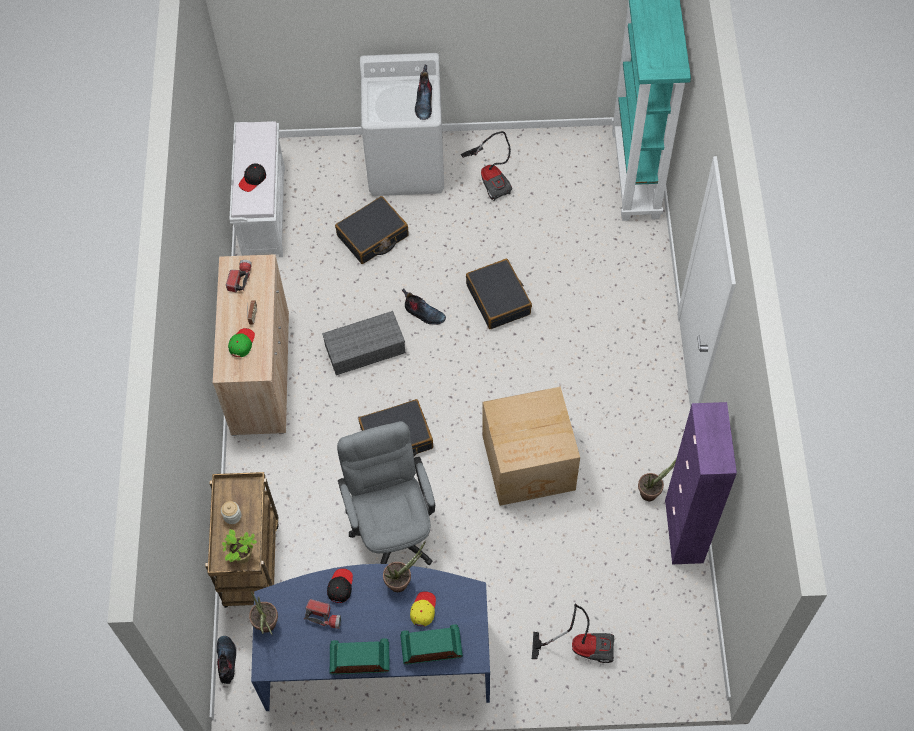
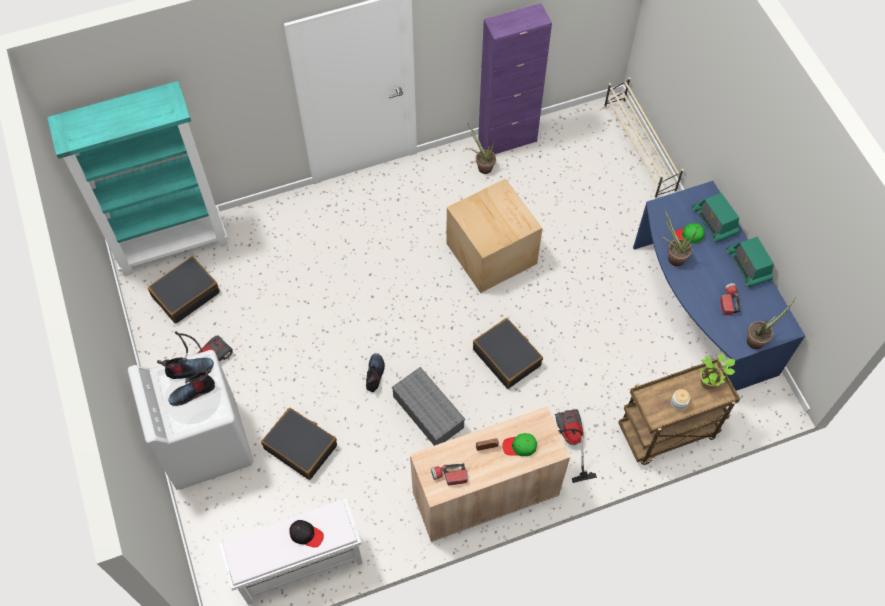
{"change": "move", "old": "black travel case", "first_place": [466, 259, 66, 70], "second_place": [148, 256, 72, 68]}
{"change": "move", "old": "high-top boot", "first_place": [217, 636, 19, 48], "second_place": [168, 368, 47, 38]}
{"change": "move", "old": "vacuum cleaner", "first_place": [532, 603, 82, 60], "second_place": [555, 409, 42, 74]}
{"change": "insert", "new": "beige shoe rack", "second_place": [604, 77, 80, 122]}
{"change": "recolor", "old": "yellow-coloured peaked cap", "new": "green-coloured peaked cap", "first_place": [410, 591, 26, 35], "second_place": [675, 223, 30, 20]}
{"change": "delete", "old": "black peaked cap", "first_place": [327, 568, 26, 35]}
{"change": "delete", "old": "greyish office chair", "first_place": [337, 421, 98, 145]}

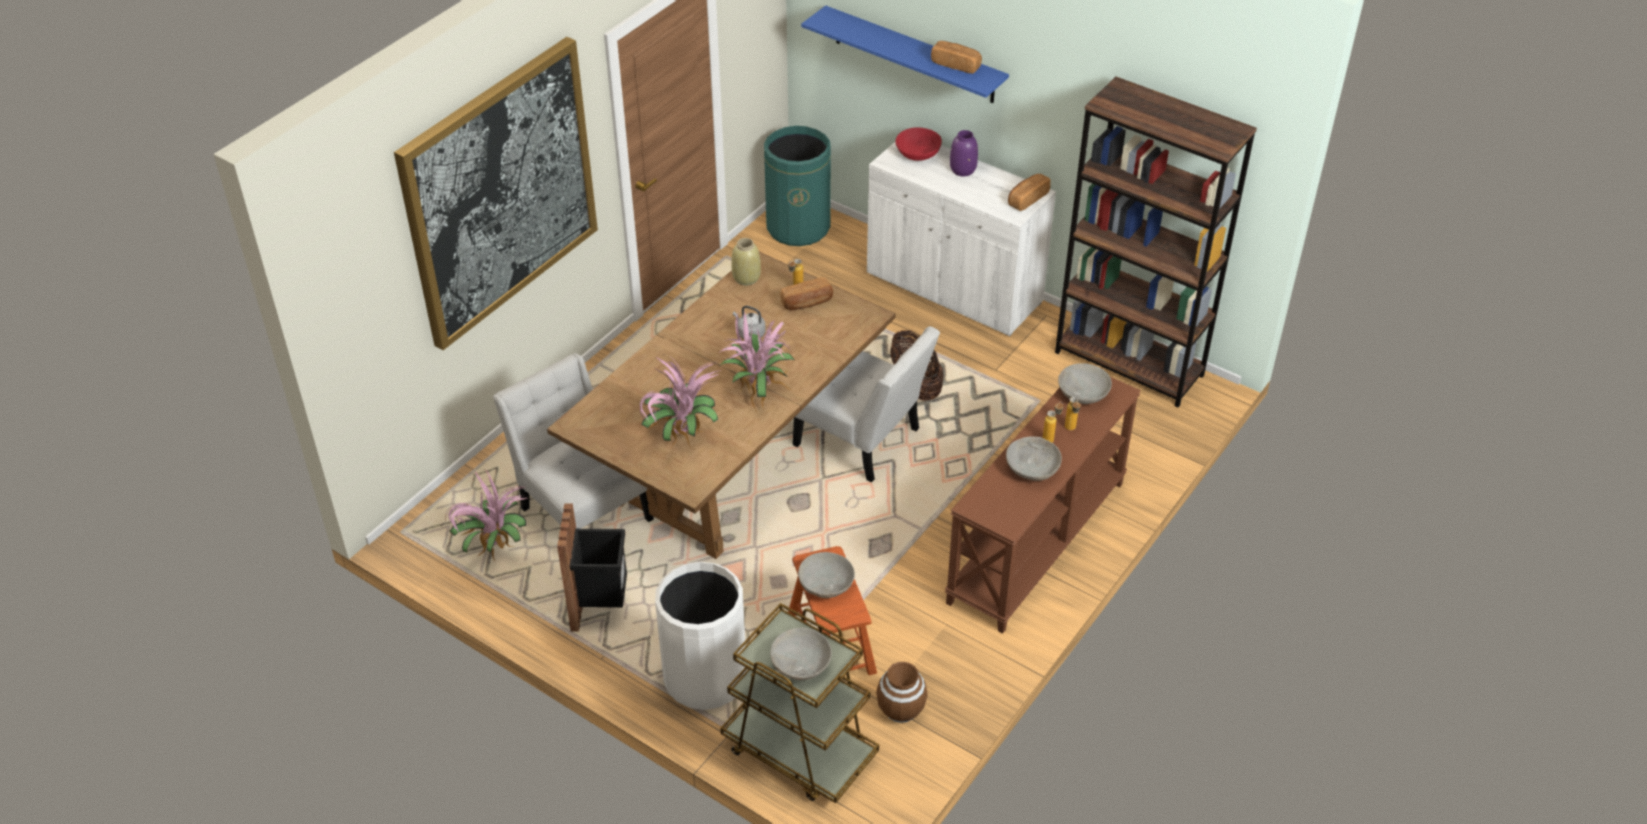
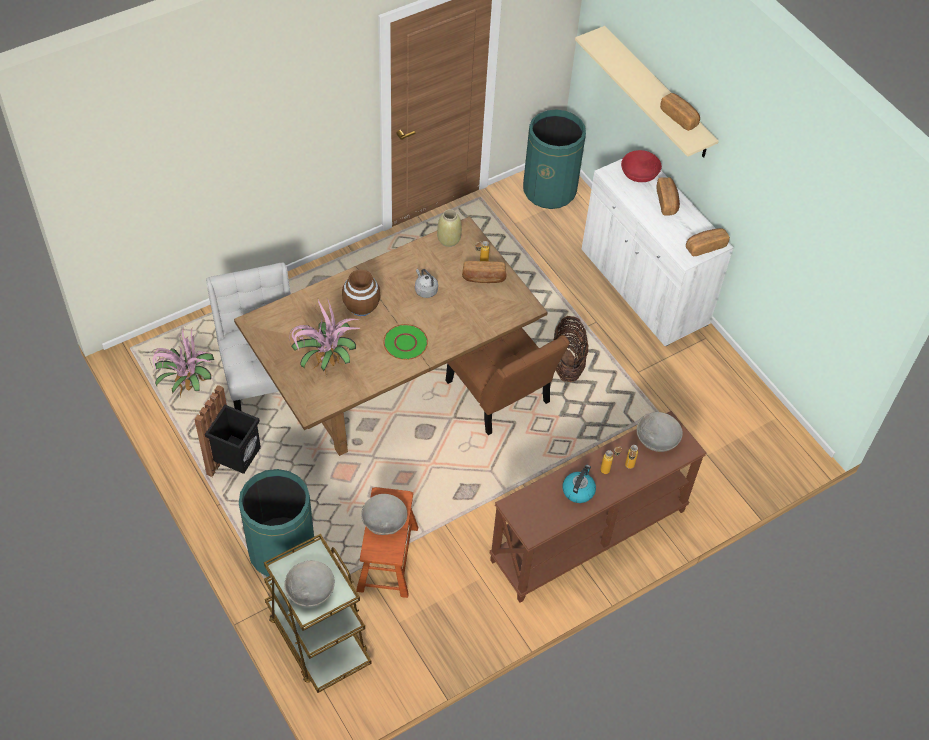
{"change": "recolor", "old": "white-coloured trash can", "new": "green-coloured trash can", "first_place": [655, 562, 92, 148], "second_place": [239, 469, 75, 108]}
{"change": "move", "old": "brownish flower vase", "first_place": [876, 662, 51, 61], "second_place": [342, 270, 39, 46]}
{"change": "replace", "old": "plant in a pot", "new": "green-coloured flat dish", "first_place": [718, 312, 77, 100], "second_place": [383, 324, 45, 36]}
{"change": "recolor", "old": "white-coloured chair", "new": "brownish chair", "first_place": [793, 326, 147, 157], "second_place": [446, 328, 124, 107]}
{"change": "replace", "old": "greyish serving bowl", "new": "water kettle", "first_place": [1006, 436, 56, 45], "second_place": [562, 465, 34, 38]}
{"change": "recolor", "old": "blue-coloured wall shelf", "new": "beige wall shelf", "first_place": [801, 5, 208, 98], "second_place": [575, 26, 144, 132]}
{"change": "replace", "old": "purple-coloured flower vase", "new": "bread", "first_place": [950, 130, 28, 46], "second_place": [657, 177, 23, 39]}
{"change": "delete", "old": "wall picture", "first_place": [394, 37, 204, 313]}
{"change": "delete", "old": "brownish bookshelf", "first_place": [1055, 77, 202, 331]}

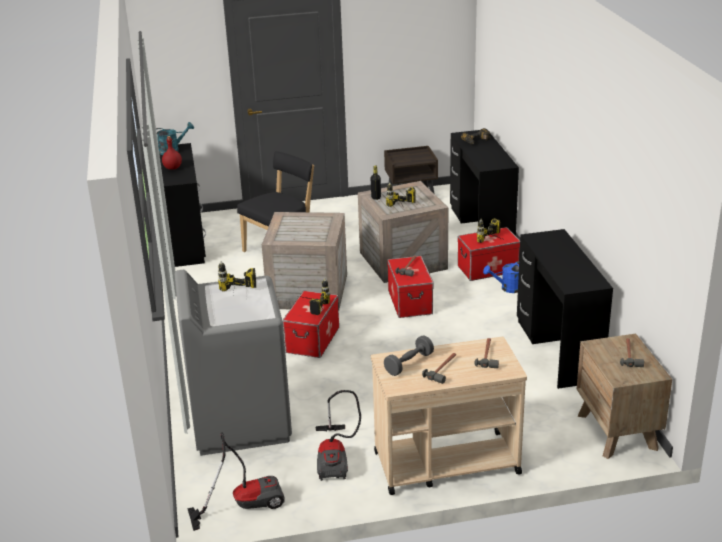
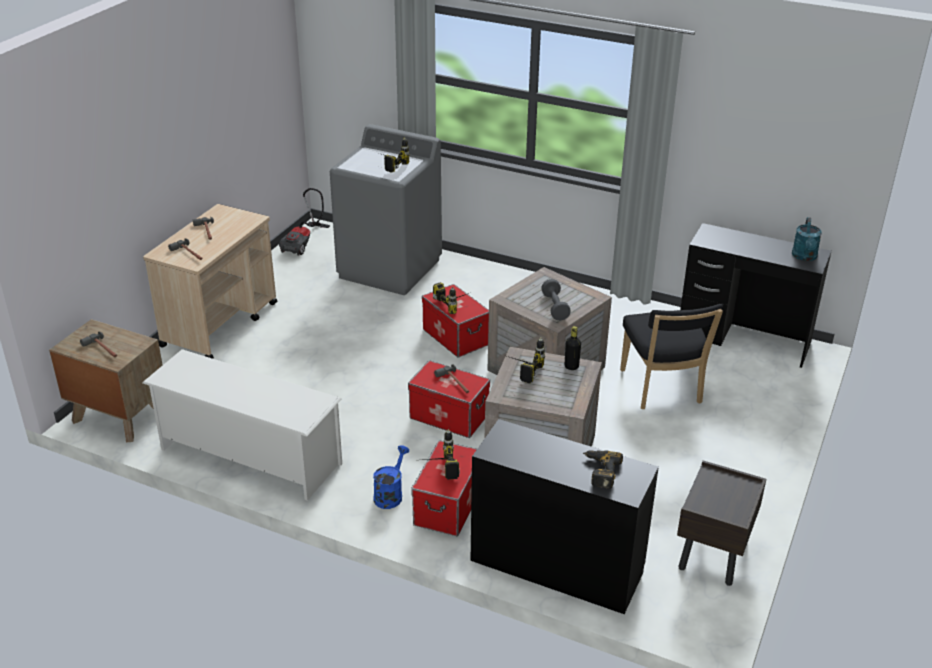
{"change": "replace", "old": "black desk table", "new": "white-coloured shoe rack", "first_place": [517, 229, 96, 160], "second_place": [142, 349, 200, 152]}
{"change": "move", "old": "greyish free weight", "first_place": [384, 335, 50, 41], "second_place": [541, 279, 30, 42]}
{"change": "delete", "old": "red beverage bottle", "first_place": [162, 136, 20, 34]}
{"change": "delete", "old": "vacuum cleaner", "first_place": [315, 390, 46, 91]}

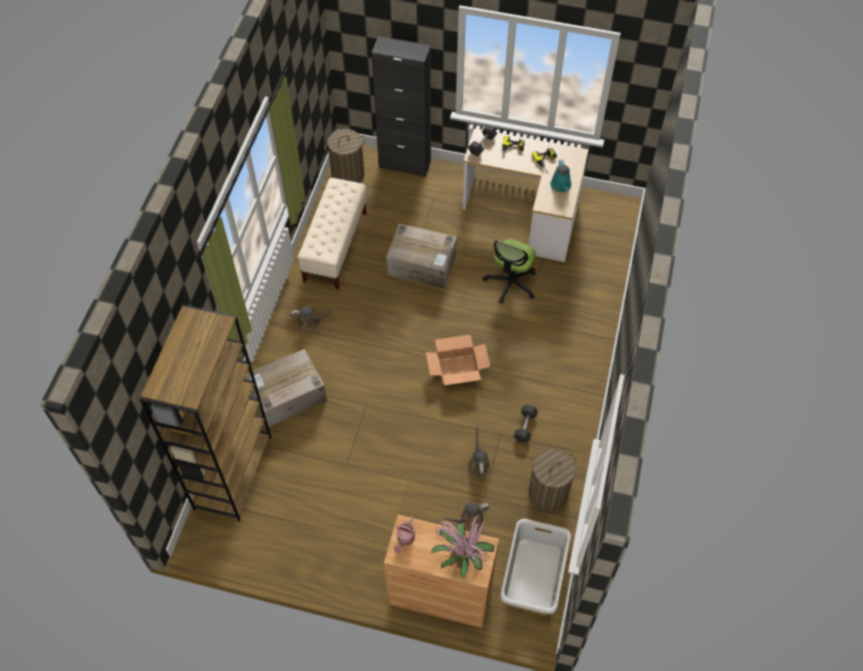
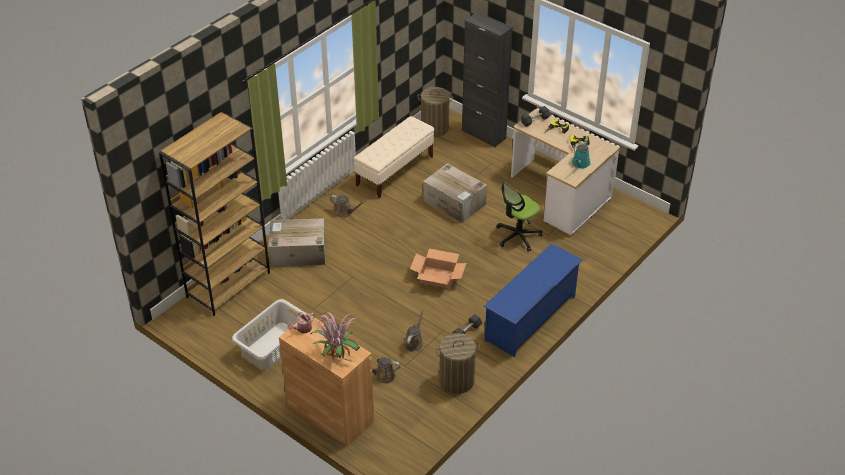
{"change": "move", "old": "greyish laundry basket", "first_place": [501, 519, 70, 95], "second_place": [232, 299, 75, 70]}
{"change": "insert", "new": "blue-coloured shoe rack", "second_place": [484, 244, 99, 113]}

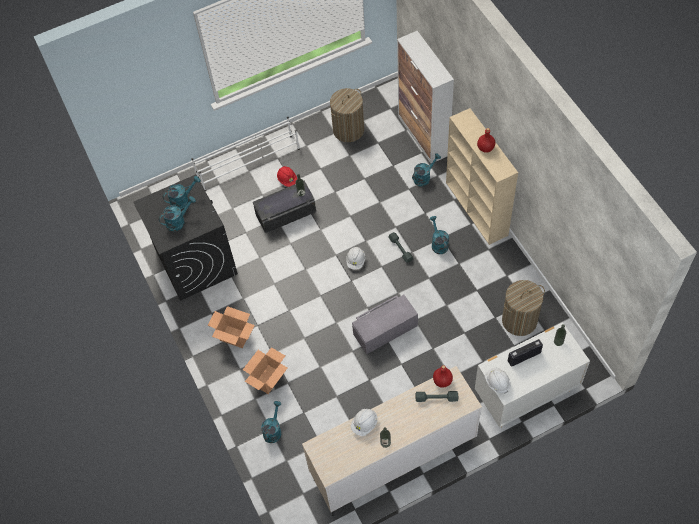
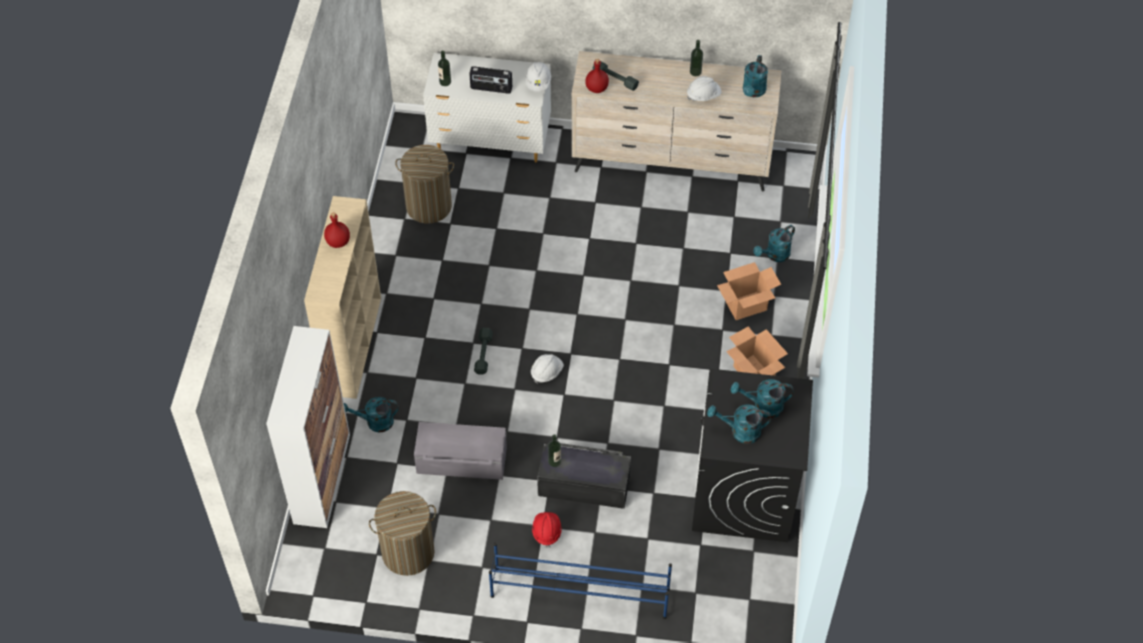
{"change": "move", "old": "greyish storage box", "first_place": [352, 295, 66, 59], "second_place": [414, 422, 93, 58]}
{"change": "recolor", "old": "white-coloured shoe rack", "new": "blue-coloured shoe rack", "first_place": [191, 117, 109, 74], "second_place": [489, 543, 183, 76]}
{"change": "move", "old": "turquoise-coloured watering pot", "first_place": [430, 216, 19, 38], "second_place": [743, 55, 25, 42]}

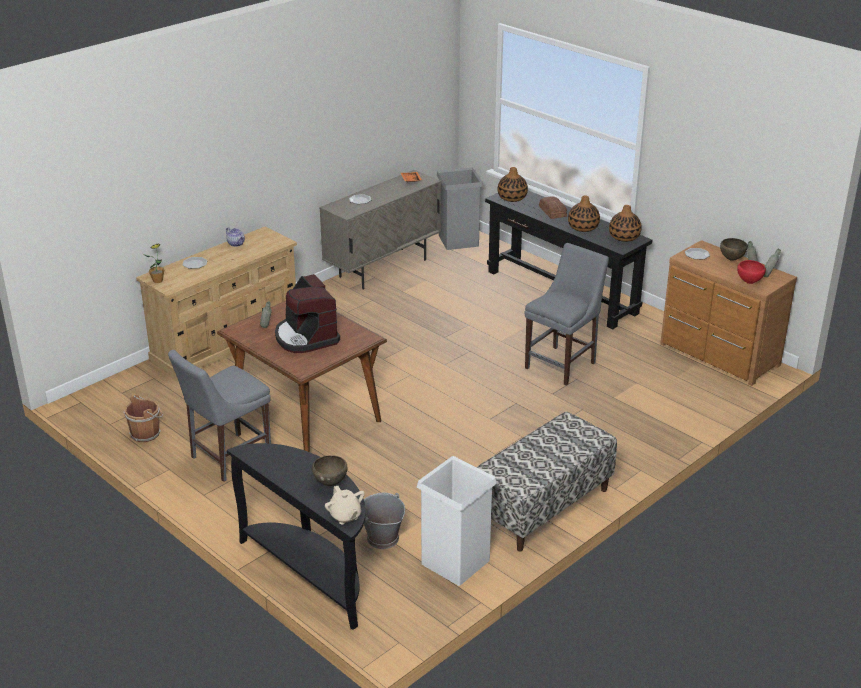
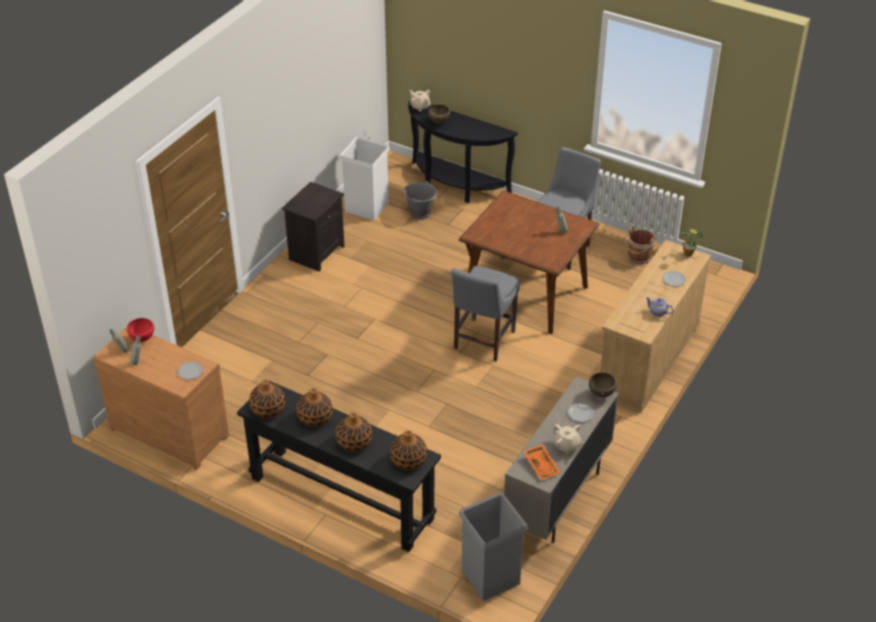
{"change": "replace", "old": "long seat", "new": "black nightstand", "first_place": [477, 412, 140, 140], "second_place": [282, 182, 62, 89]}
{"change": "replace", "old": "bread", "new": "flower vase", "first_place": [539, 196, 28, 23], "second_place": [336, 412, 36, 40]}
{"change": "move", "old": "greyish chair", "first_place": [524, 243, 85, 143], "second_place": [451, 266, 69, 95]}
{"change": "insert", "new": "beige pot for tea", "second_place": [553, 424, 31, 30]}
{"change": "move", "old": "brownish serving bowl", "first_place": [720, 238, 28, 23], "second_place": [589, 372, 28, 25]}
{"change": "delete", "old": "coffee maker", "first_place": [275, 274, 65, 79]}

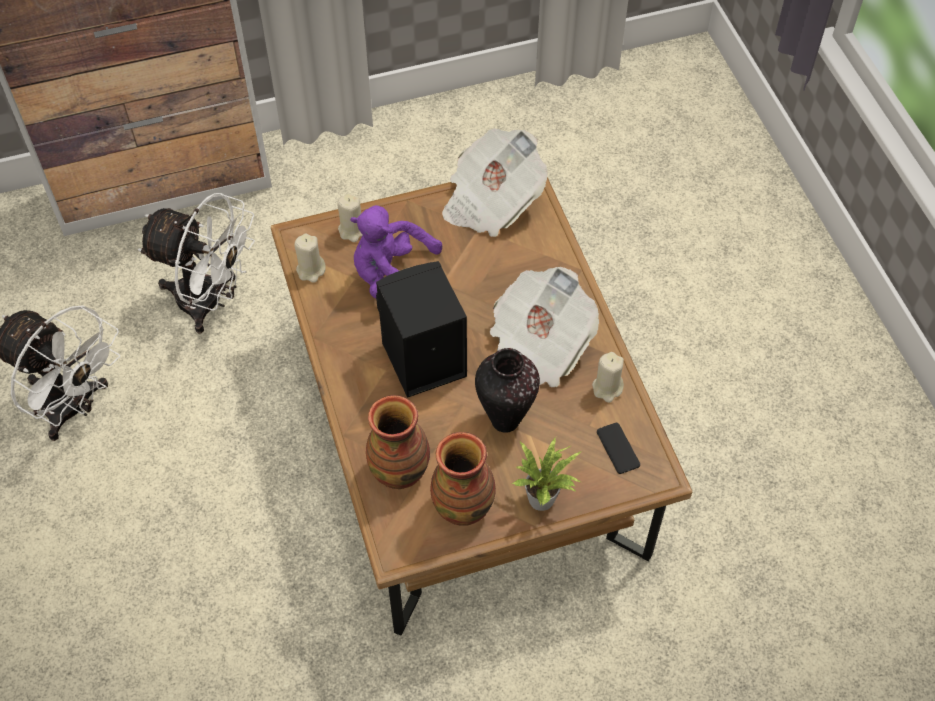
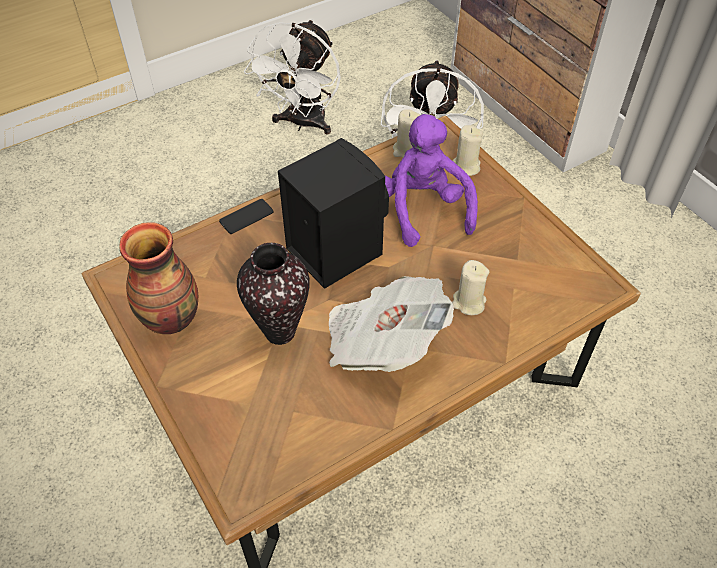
{"change": "move", "old": "handset", "first_place": [597, 423, 43, 51], "second_place": [219, 199, 55, 35]}
{"change": "move", "old": "beige candle", "first_place": [592, 352, 32, 51], "second_place": [452, 260, 37, 55]}
{"change": "delete", "old": "flower vase", "first_place": [366, 395, 64, 94]}
{"change": "delete", "old": "daily paper", "first_place": [442, 128, 106, 109]}
{"change": "delete", "old": "plant in a pot", "first_place": [512, 438, 70, 73]}

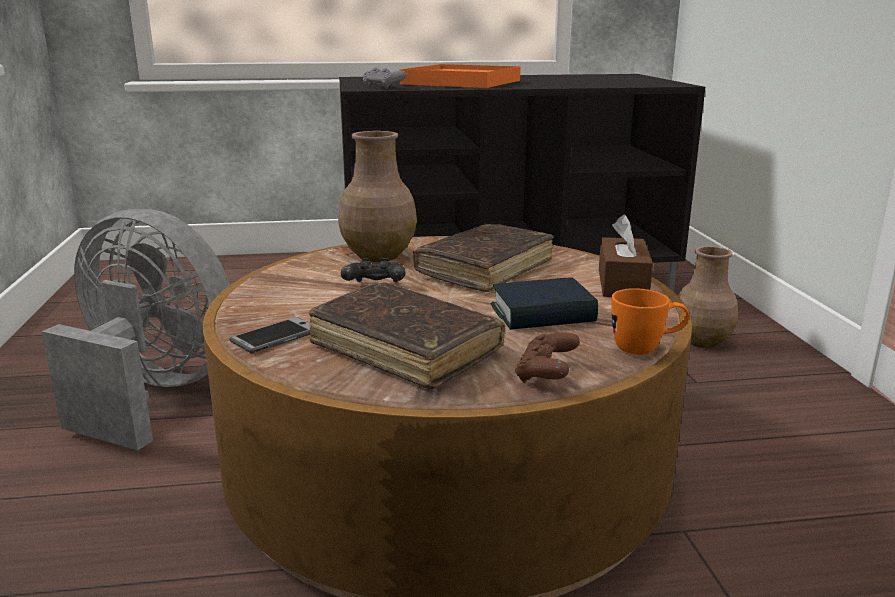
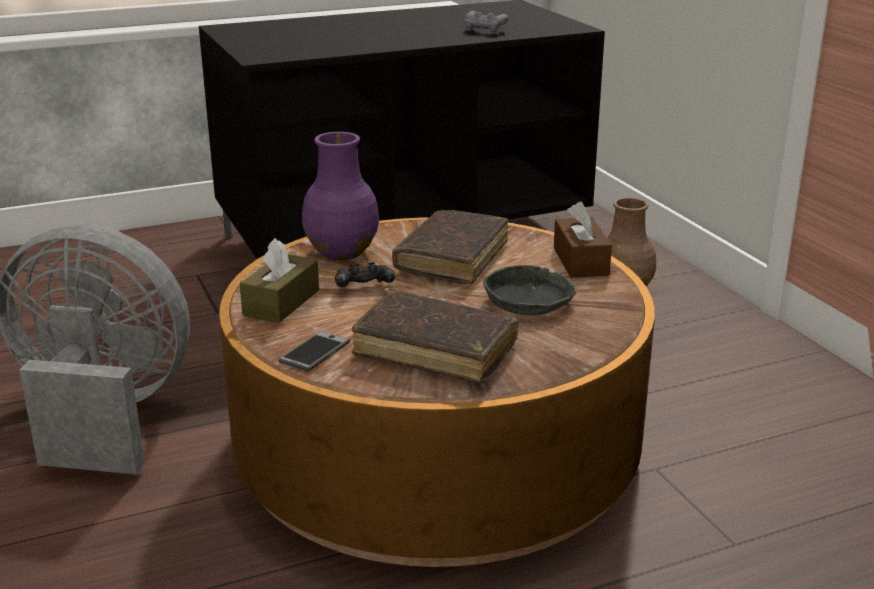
{"change": "insert", "new": "brownish tissue box", "second_place": [240, 238, 79, 85]}
{"change": "recolor", "old": "brownish flower vase", "new": "purple-coloured flower vase", "first_place": [338, 131, 79, 131], "second_place": [302, 132, 77, 128]}
{"change": "move", "old": "greyish game controller", "first_place": [363, 67, 43, 22], "second_place": [465, 11, 44, 23]}
{"change": "replace", "old": "book", "new": "greyish serving bowl", "first_place": [491, 277, 107, 53], "second_place": [483, 265, 93, 50]}
{"change": "delete", "old": "orange tray", "first_place": [400, 64, 121, 24]}
{"change": "delete", "old": "brownish game controller", "first_place": [515, 333, 65, 50]}
{"change": "delete", "old": "orange tea mug", "first_place": [612, 288, 77, 67]}

